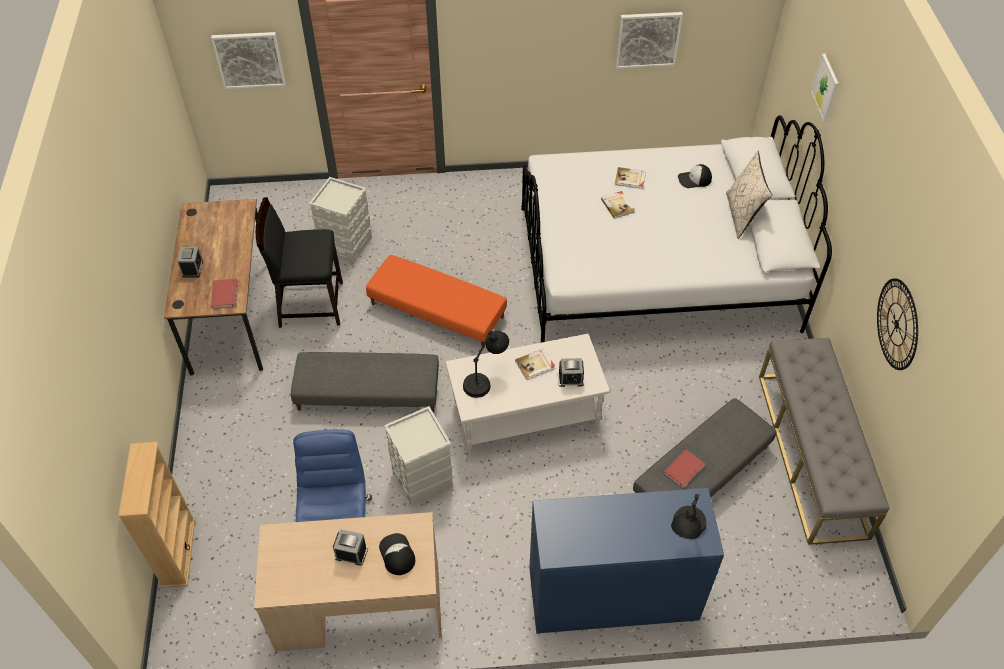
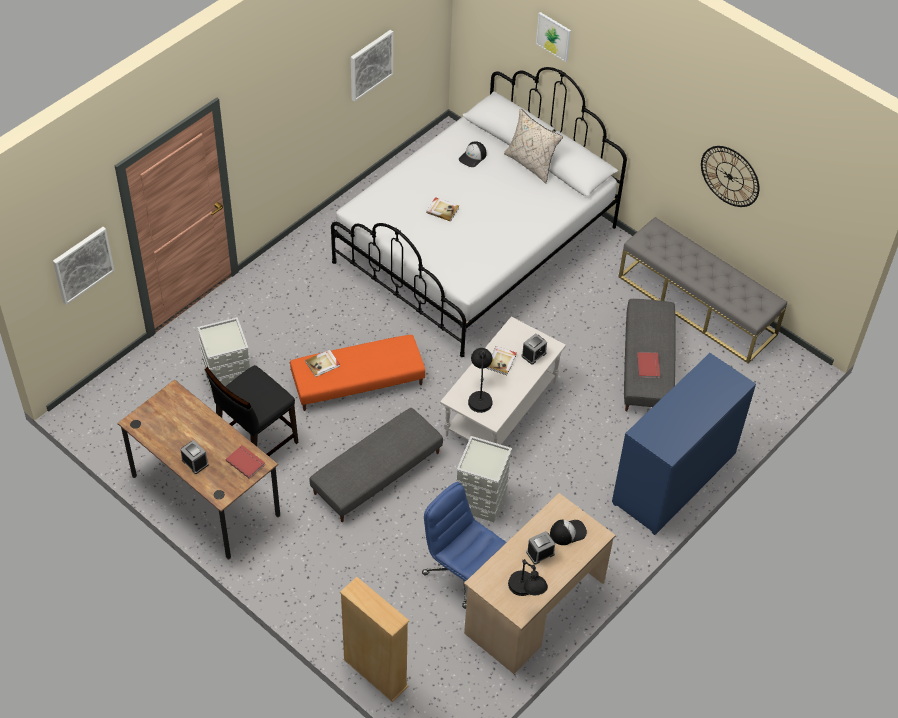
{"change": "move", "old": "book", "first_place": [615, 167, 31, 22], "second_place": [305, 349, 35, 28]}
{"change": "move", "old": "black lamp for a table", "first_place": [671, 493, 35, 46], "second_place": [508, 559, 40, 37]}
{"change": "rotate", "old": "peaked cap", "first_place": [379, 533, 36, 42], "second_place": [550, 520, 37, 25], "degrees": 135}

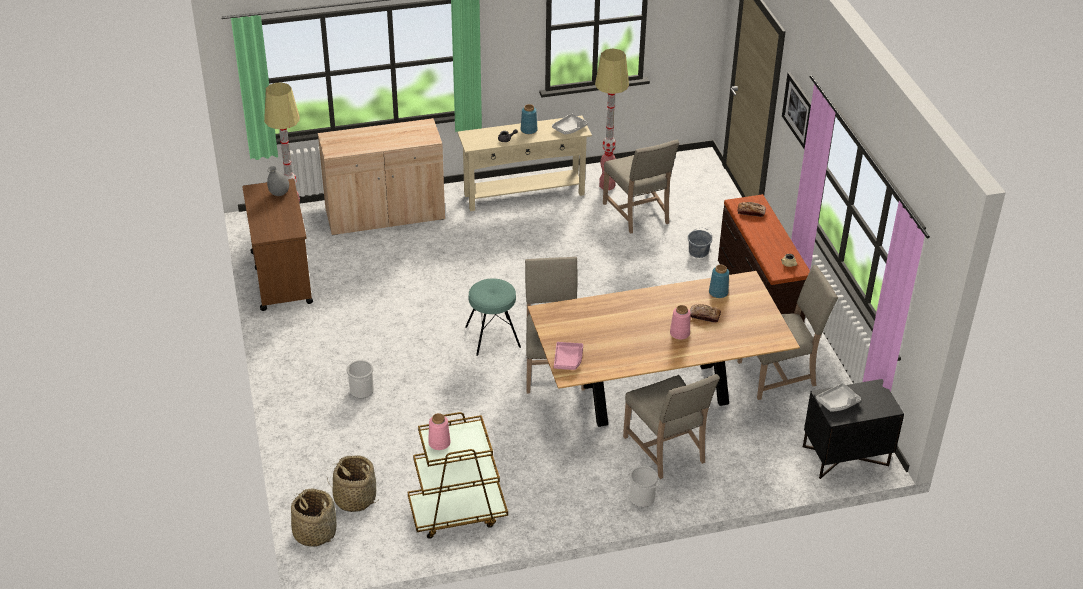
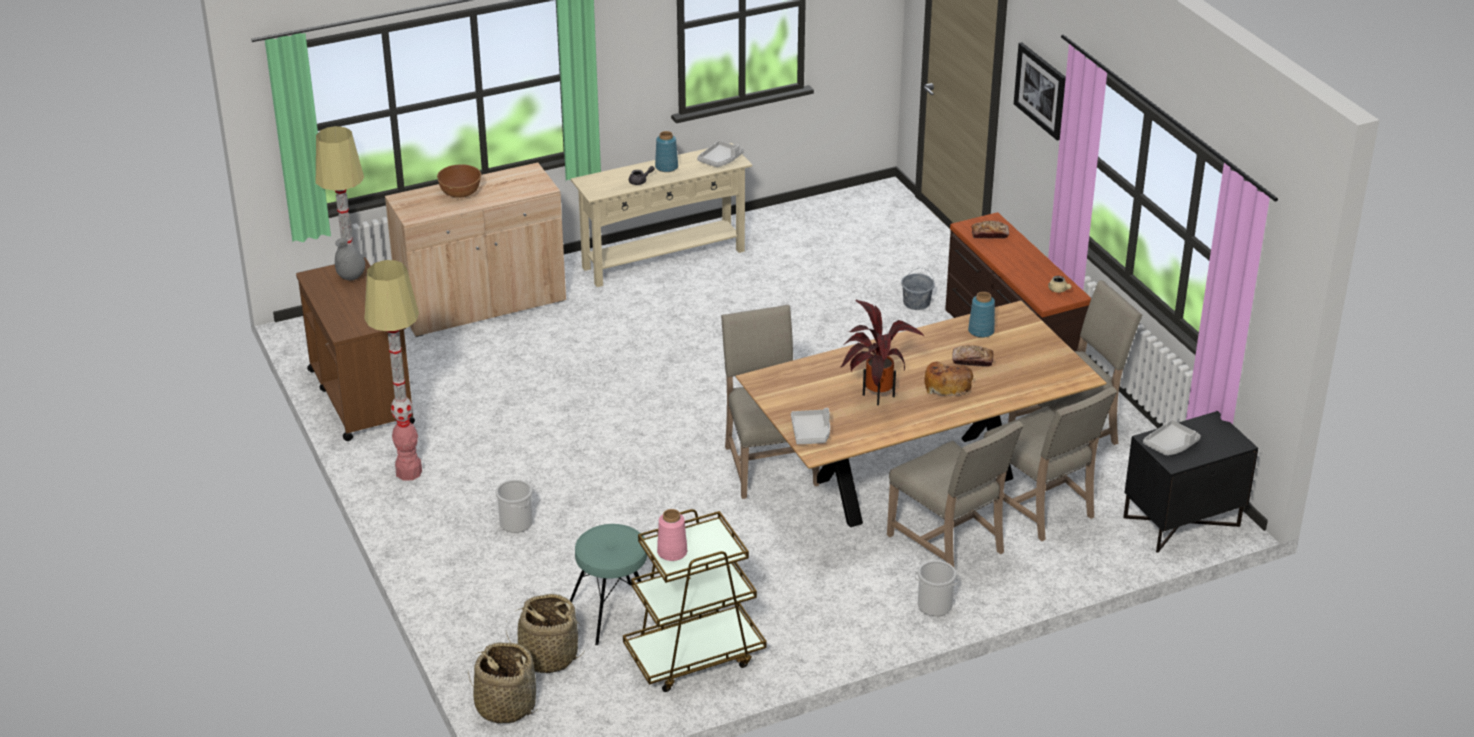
{"change": "move", "old": "standing lamp", "first_place": [595, 49, 34, 141], "second_place": [364, 260, 58, 221]}
{"change": "insert", "new": "brownish serving bowl", "second_place": [437, 164, 44, 34]}
{"change": "move", "old": "turquoise-coloured sitting stool", "first_place": [465, 278, 56, 78], "second_place": [570, 524, 77, 121]}
{"change": "recolor", "old": "pink-coloured tray", "new": "greyish tray", "first_place": [554, 342, 29, 28], "second_place": [791, 408, 39, 36]}
{"change": "insert", "new": "plant in a pot", "second_place": [841, 300, 84, 105]}
{"change": "replace", "old": "pink-coloured flower vase", "new": "bread", "first_place": [670, 305, 21, 34], "second_place": [924, 361, 49, 35]}
{"change": "move", "old": "beige chair", "first_place": [603, 140, 76, 94], "second_place": [984, 387, 133, 154]}

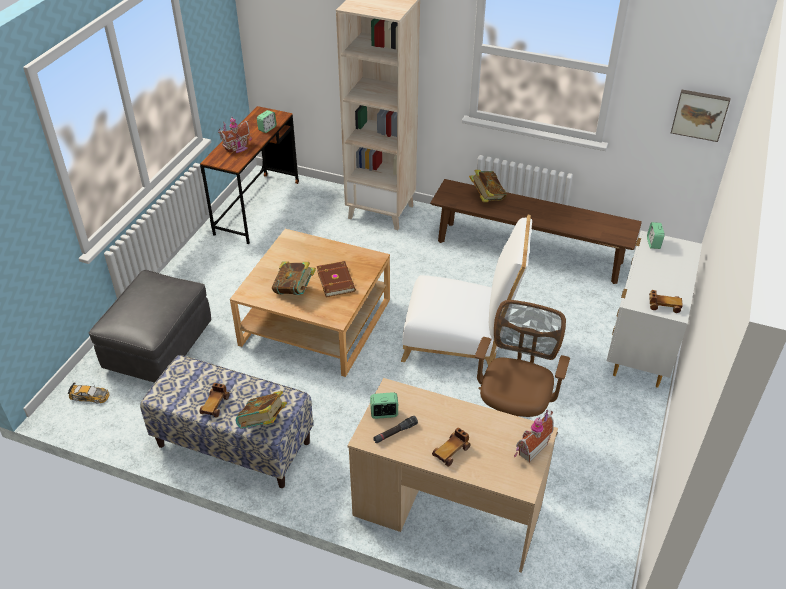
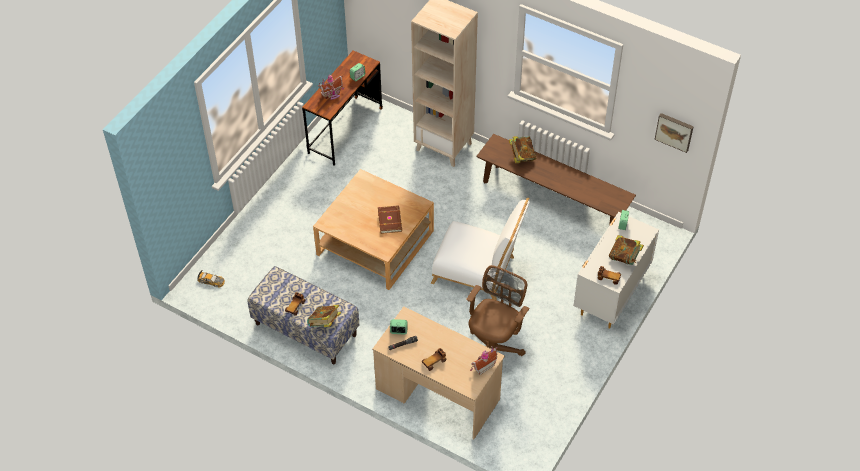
{"change": "move", "old": "book", "first_place": [272, 261, 44, 34], "second_place": [609, 235, 35, 30]}
{"change": "delete", "old": "greyish footrest", "first_place": [88, 270, 123, 113]}

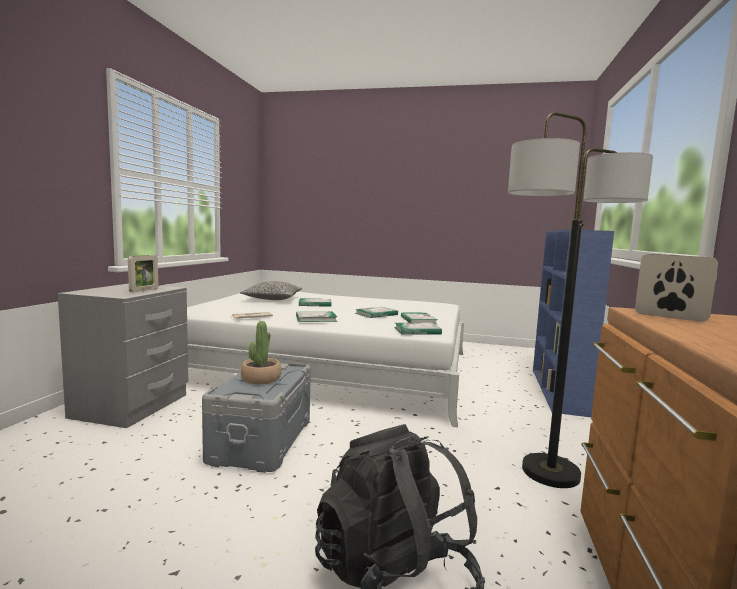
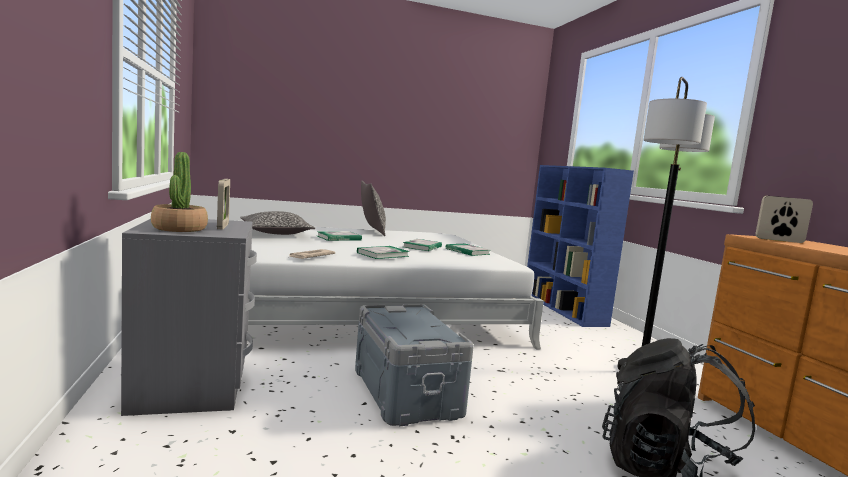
{"change": "move", "old": "plant in a pot", "first_place": [241, 321, 41, 63], "second_place": [151, 152, 57, 80]}
{"change": "insert", "new": "cushion", "second_place": [361, 181, 25, 55]}
{"change": "delete", "old": "book", "first_place": [394, 323, 48, 11]}

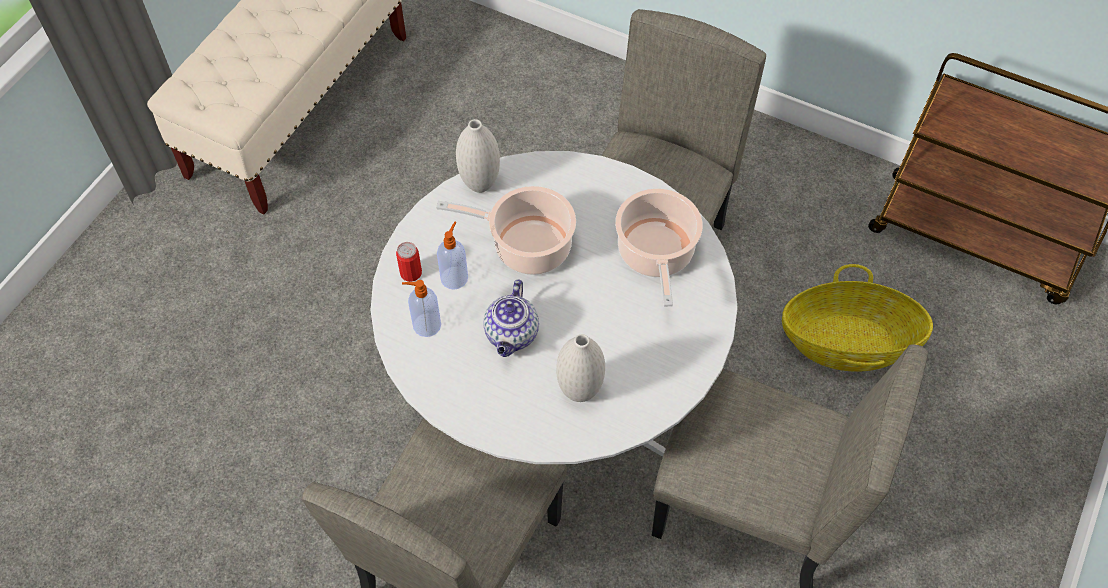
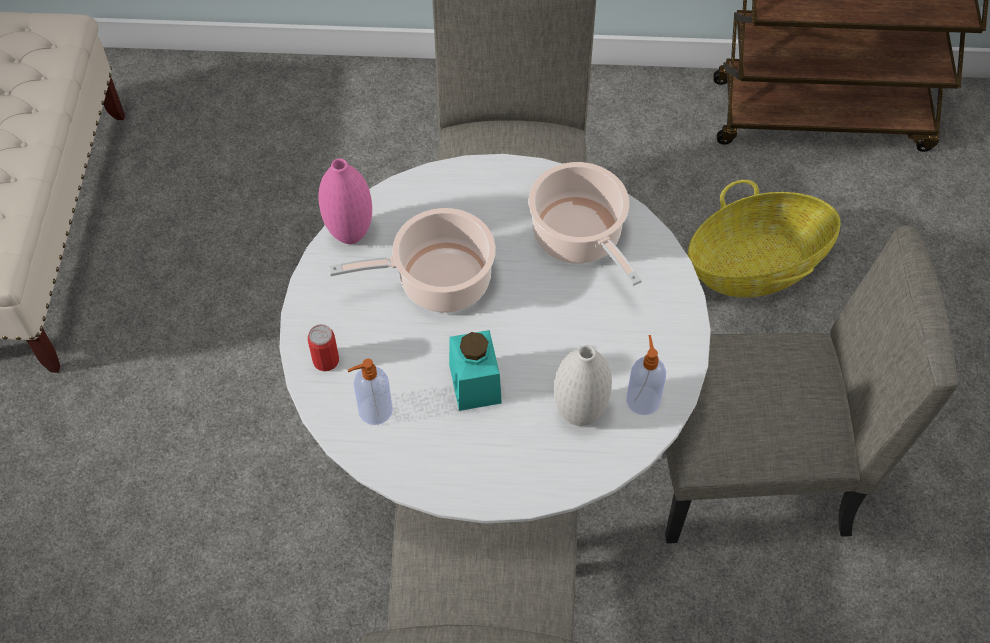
{"change": "recolor", "old": "white-coloured flower vase", "new": "pink-coloured flower vase", "first_place": [456, 119, 44, 74], "second_place": [318, 158, 54, 86]}
{"change": "replace", "old": "pot for tea", "new": "turquoise-coloured storage jar", "first_place": [483, 279, 56, 78], "second_place": [449, 330, 53, 81]}
{"change": "move", "old": "soap bottle", "first_place": [437, 222, 31, 68], "second_place": [626, 335, 40, 80]}

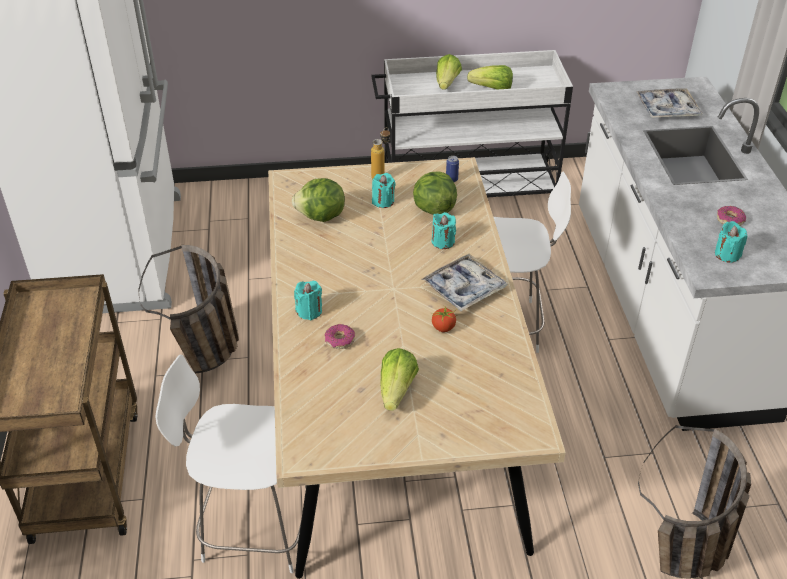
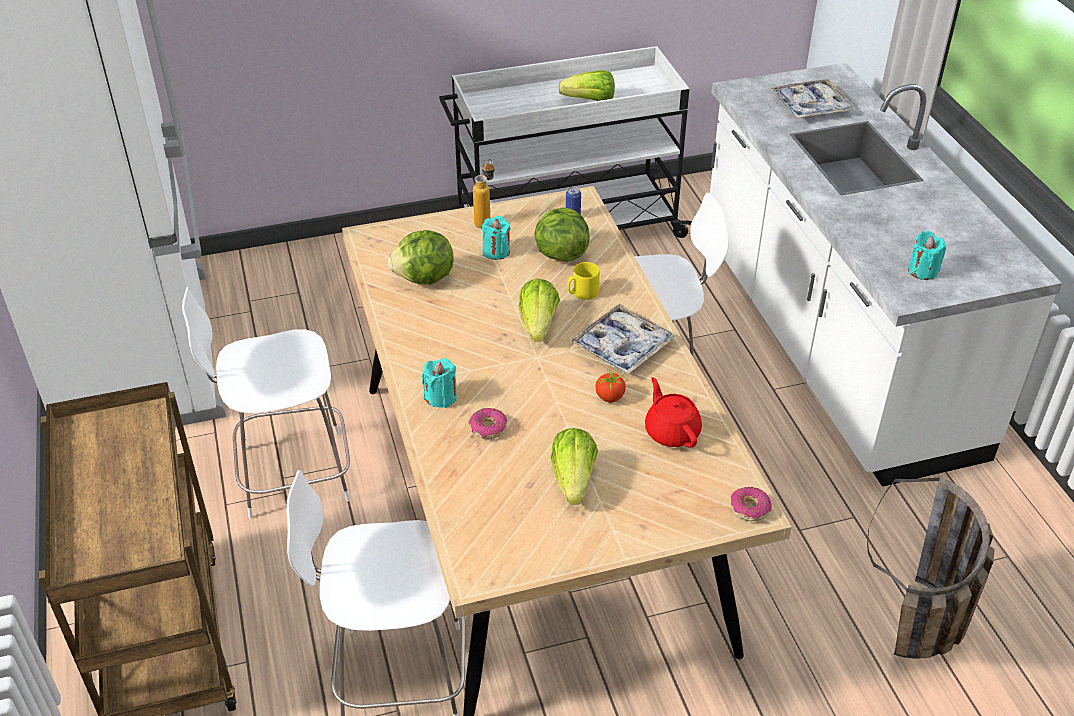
{"change": "replace", "old": "storage basket", "new": "white-coloured chair", "first_place": [138, 245, 101, 128], "second_place": [182, 287, 168, 232]}
{"change": "move", "old": "lettuce head", "first_place": [436, 54, 26, 36], "second_place": [519, 278, 41, 64]}
{"change": "replace", "old": "turquoise-coloured candle", "new": "yellow-coloured tea mug", "first_place": [431, 212, 25, 37], "second_place": [567, 262, 33, 38]}
{"change": "insert", "new": "red pot for tea", "second_place": [645, 377, 57, 70]}
{"change": "move", "old": "donut", "first_place": [717, 206, 29, 20], "second_place": [731, 487, 41, 34]}

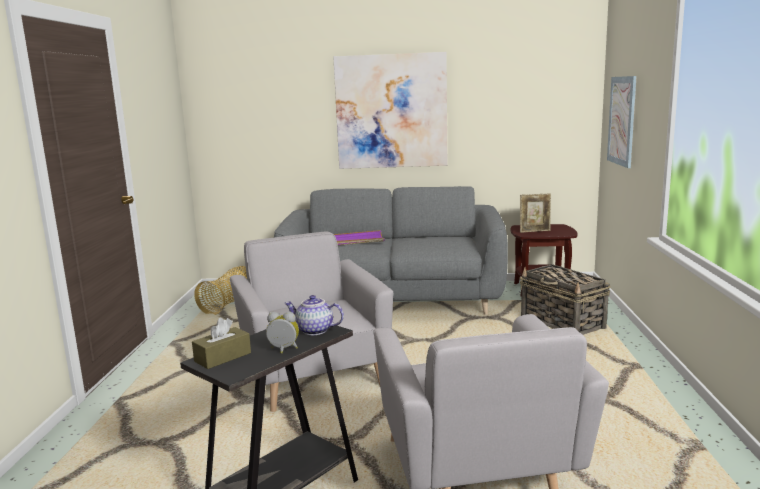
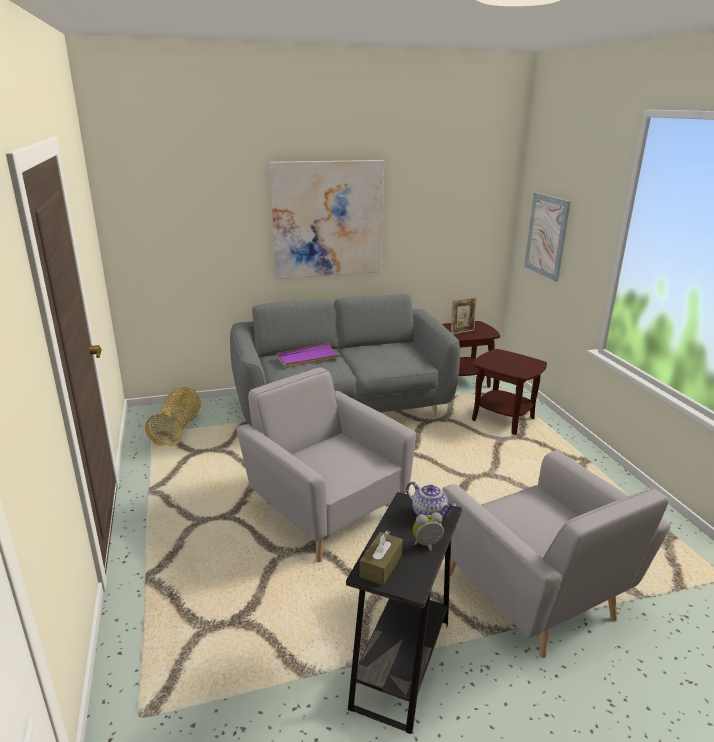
{"change": "rotate", "old": "pot for tea", "first_place": [284, 295, 60, 40], "second_place": [406, 482, 50, 37], "degrees": -135}
{"change": "replace", "old": "storage basket", "new": "brownish accent table", "first_place": [520, 264, 90, 71], "second_place": [472, 349, 75, 86]}

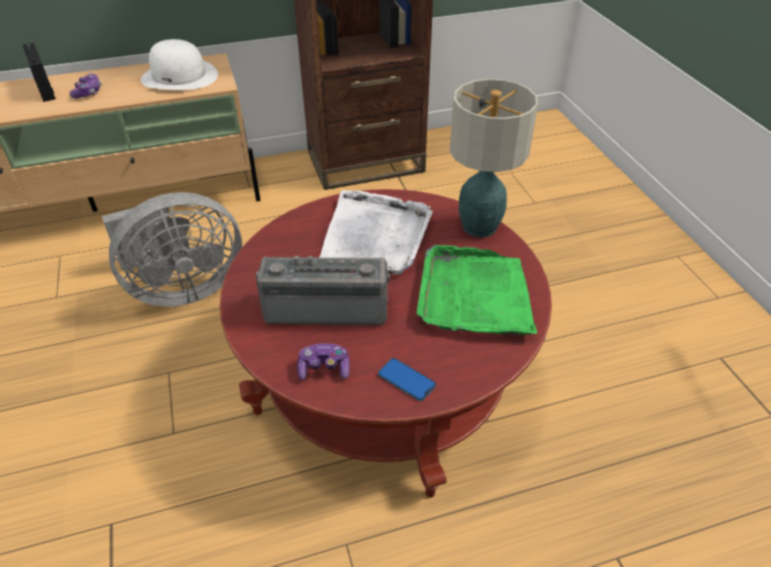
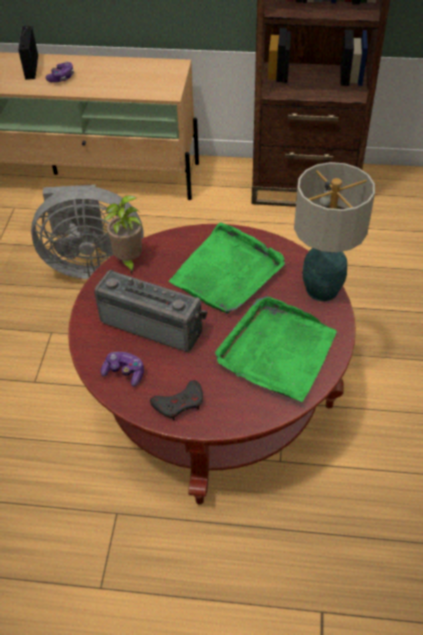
{"change": "insert", "new": "plant in a pot", "second_place": [104, 195, 38, 79]}
{"change": "replace", "old": "handset", "new": "greyish game controller", "first_place": [378, 358, 58, 43], "second_place": [150, 380, 53, 41]}
{"change": "recolor", "old": "white-coloured tray", "new": "green-coloured tray", "first_place": [319, 190, 114, 84], "second_place": [169, 222, 116, 92]}
{"change": "delete", "old": "white-coloured hat", "first_place": [141, 39, 77, 51]}

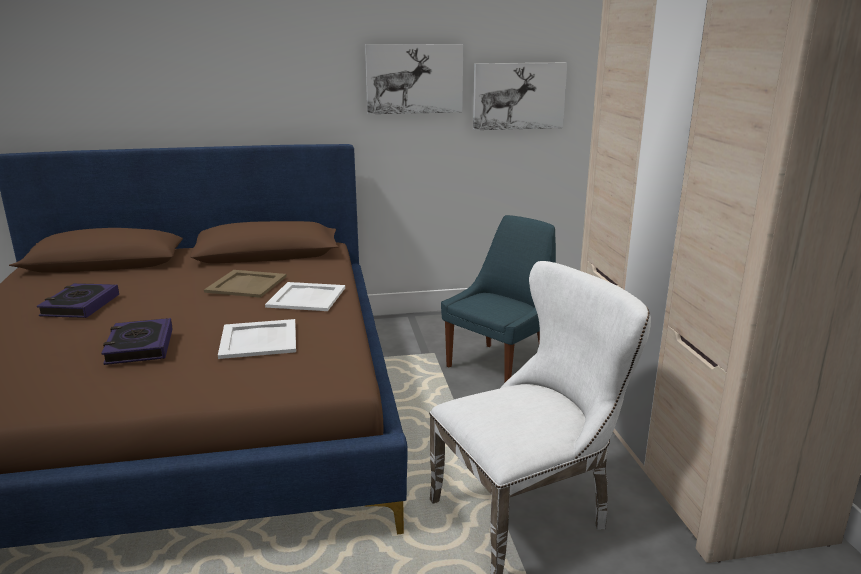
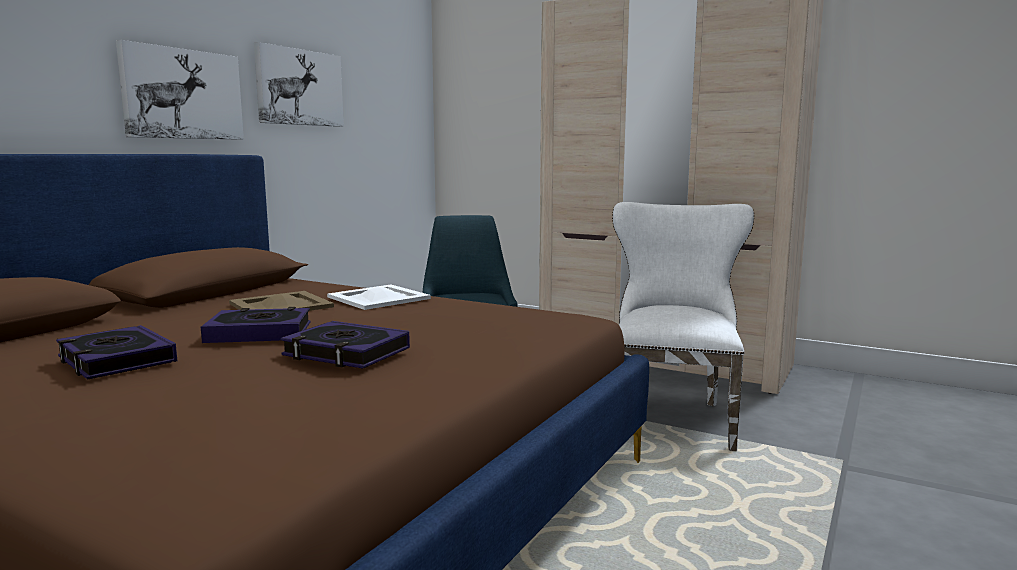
{"change": "move", "old": "wall picture", "first_place": [473, 63, 94, 67], "second_place": [116, 40, 128, 100]}
{"change": "insert", "new": "book", "second_place": [201, 307, 110, 36]}
{"change": "delete", "old": "white-coloured tray", "first_place": [218, 319, 78, 40]}

